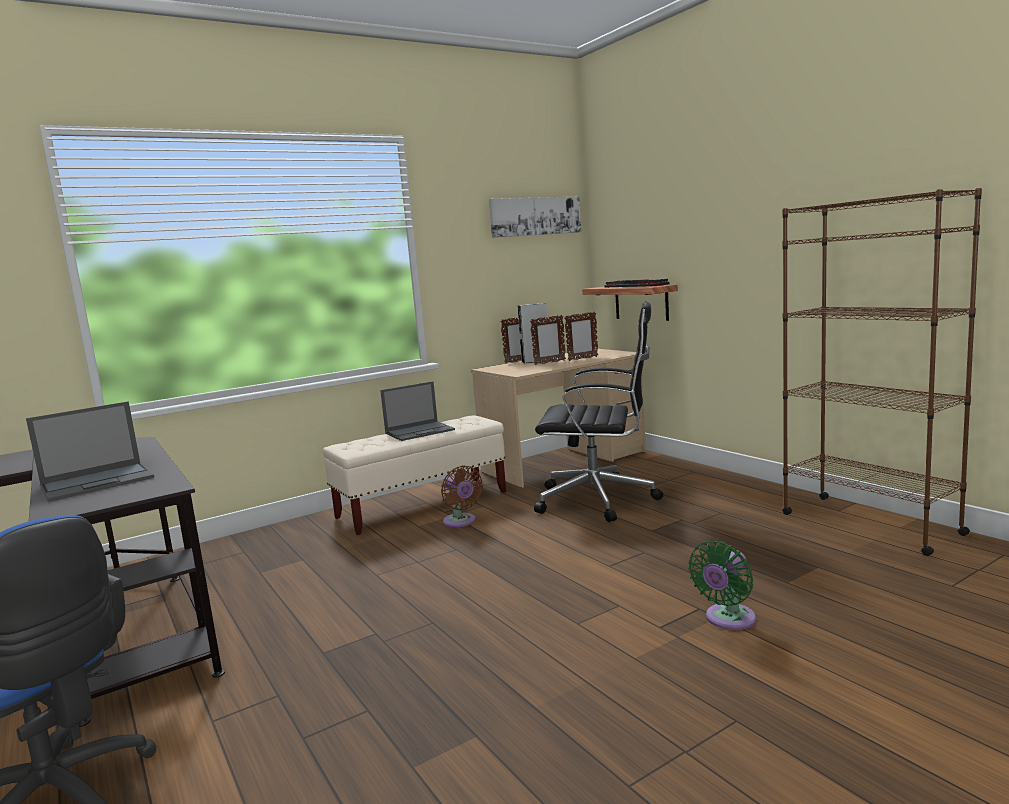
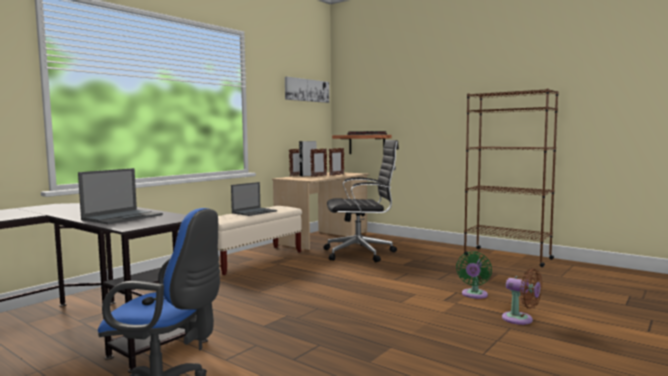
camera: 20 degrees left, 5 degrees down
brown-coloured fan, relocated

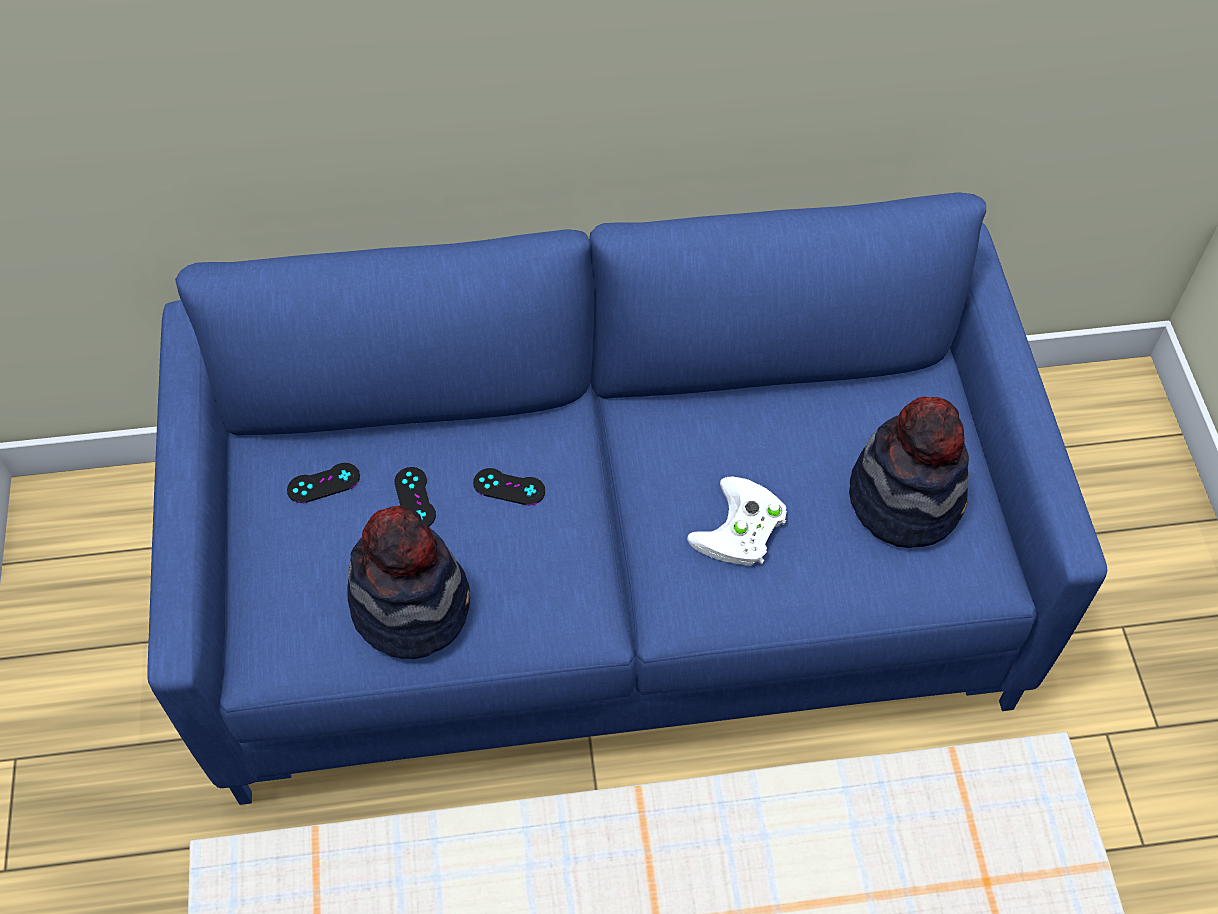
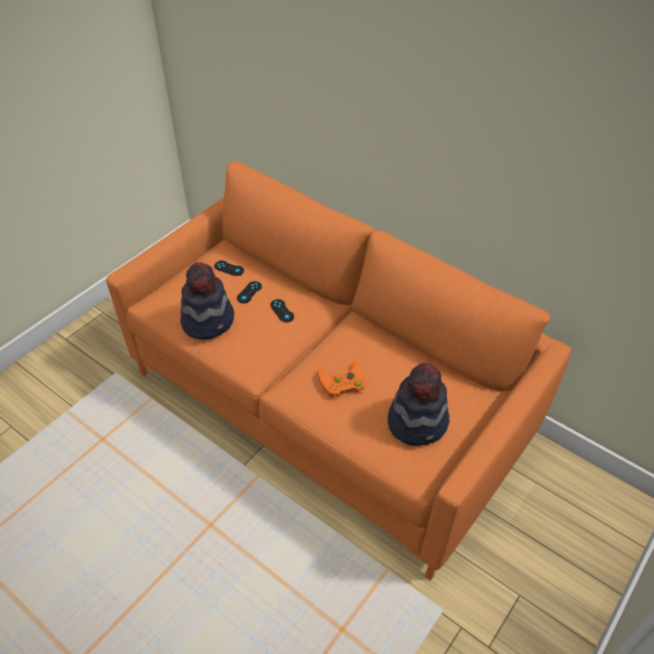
camera: 45 degrees right, 10 degrees down
blue couch => orange-coloured couch
whitish gamepad => orange-coloured gamepad

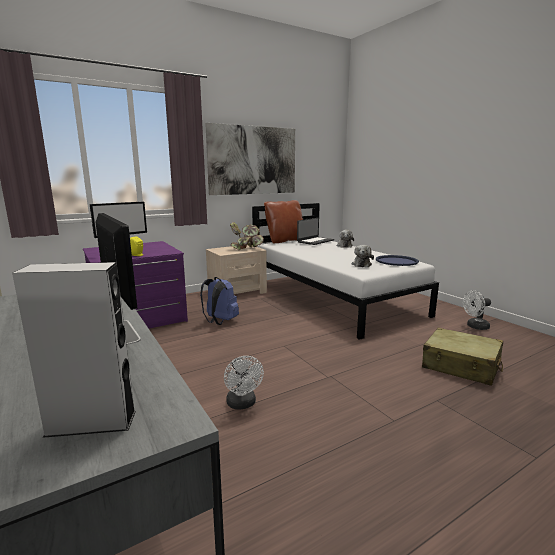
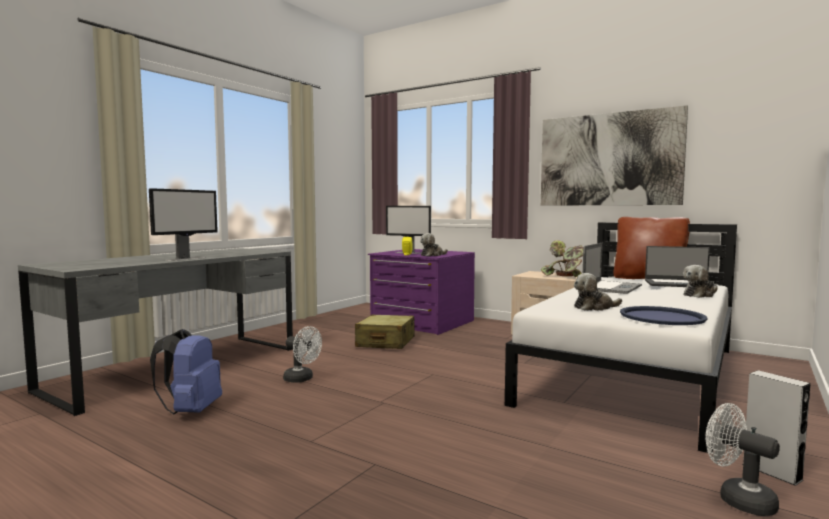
camera: 65 degrees right, 10 degrees down
nothing => plush toy (no. 1 from left)
nothing => portable computer (no. 1 from left)
grey audio speaker, relocated
blue knapsack, relocated
beige-coloured travel case, relocated
whitish fan (no. 1 from left), 105 degrees counterclockwise

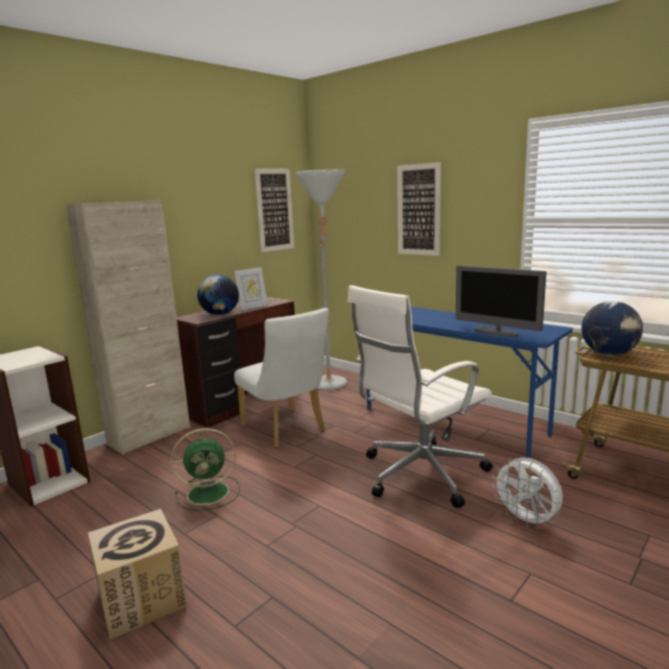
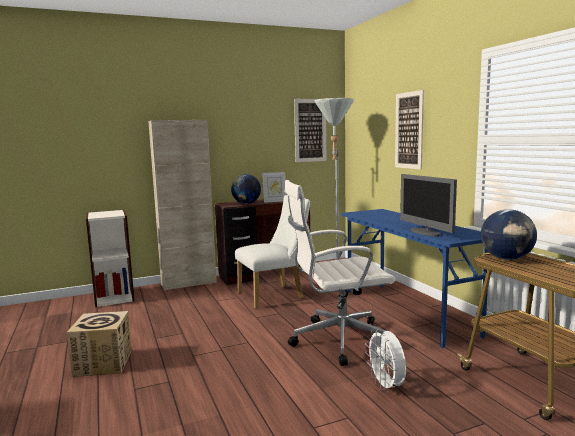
camera: 25 degrees right, 5 degrees down
green-coloured fan => nothing
whitish plain chair, 105 degrees counterclockwise

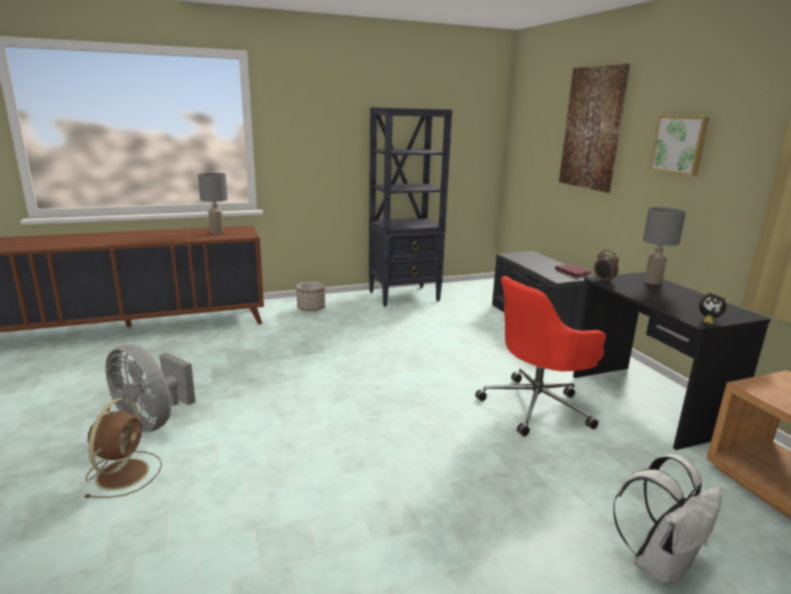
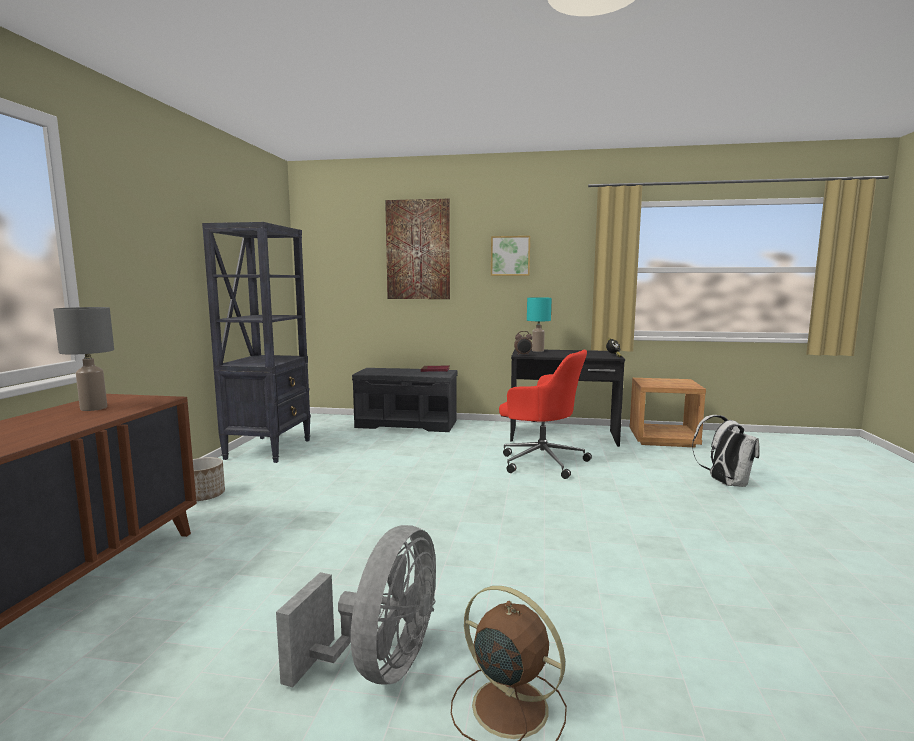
camera: 60 degrees left, 10 degrees down
grey table lamp (no. 2 from left) => turquoise table lamp
grey fan, 45 degrees counterclockwise
reddish desk chair, 60 degrees counterclockwise

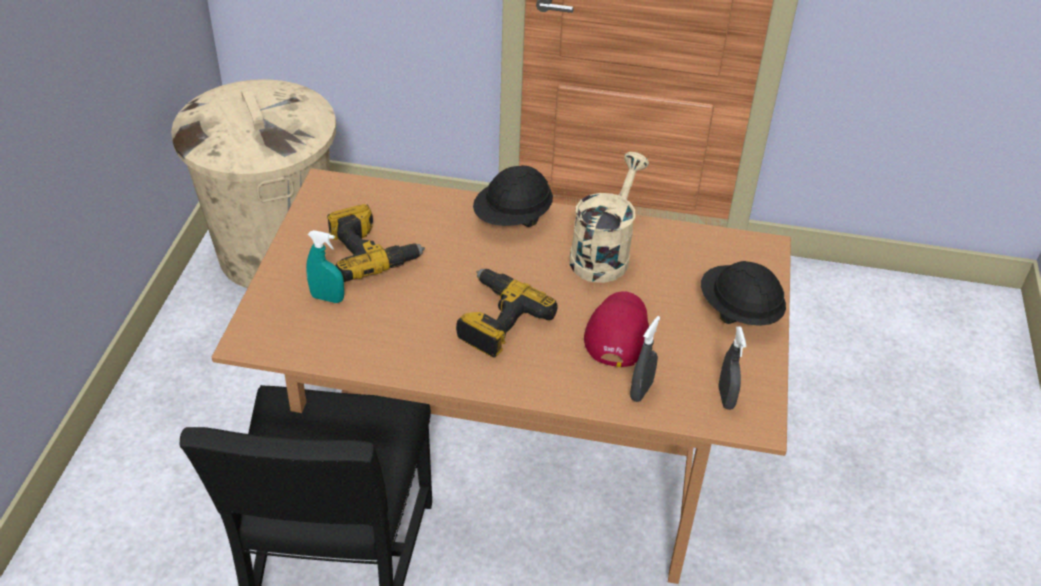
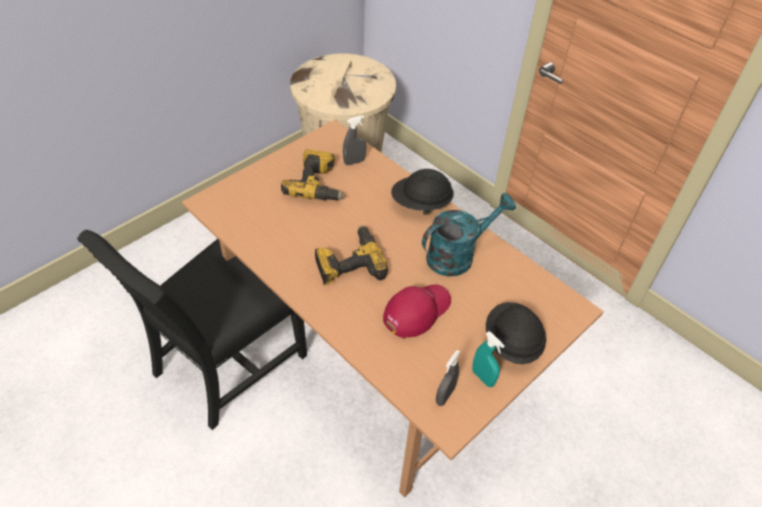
camera: 35 degrees right, 5 degrees up
turquoise hand sprayer, relocated
grey hand sprayer (no. 1 from left), relocated
beige-coloured watering pot => turquoise watering pot

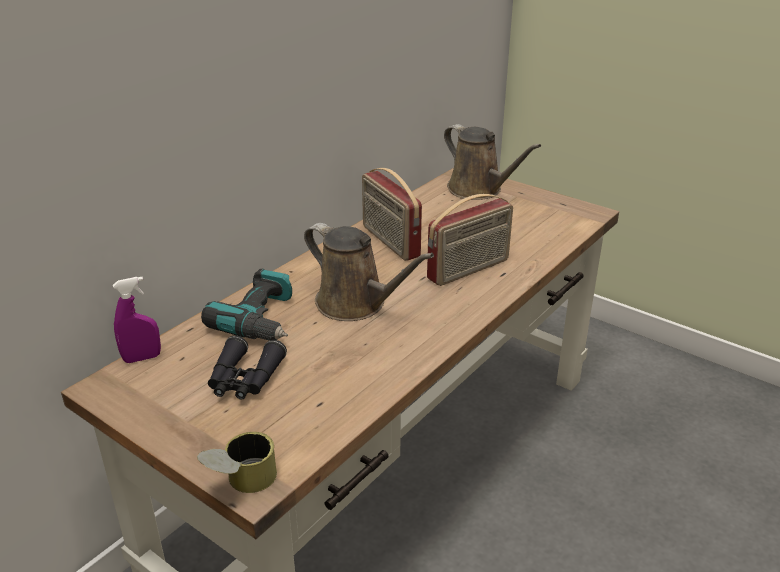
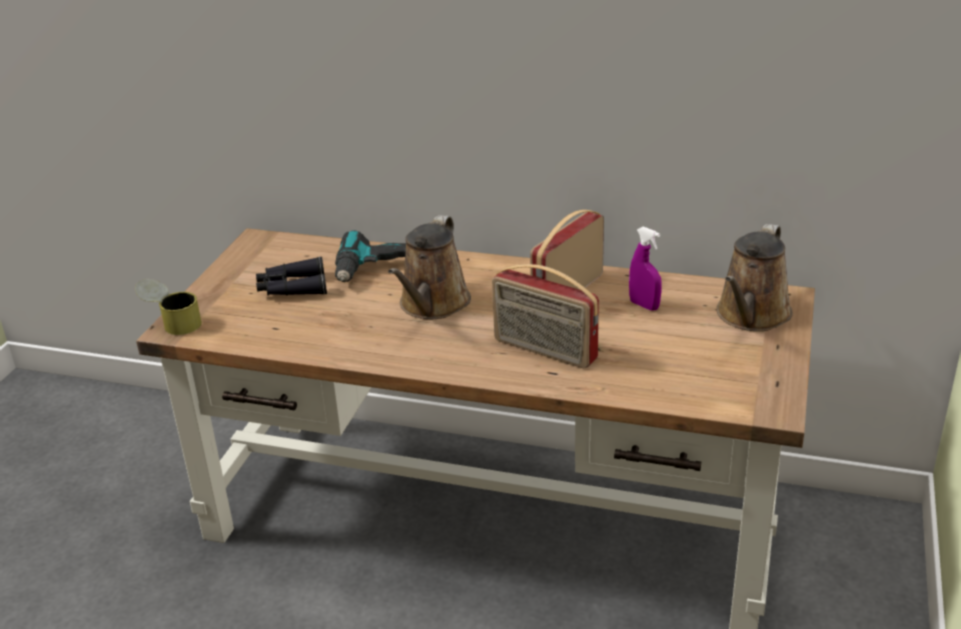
camera: 70 degrees right, 0 degrees up
purple hand sprayer, relocated

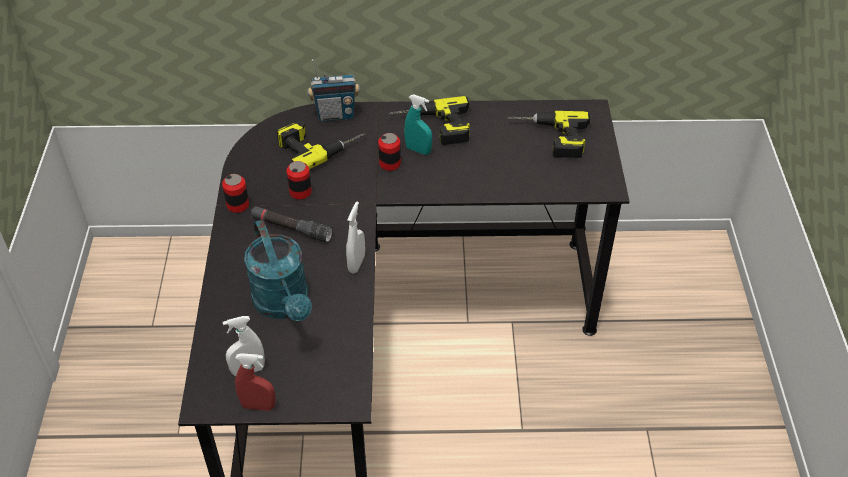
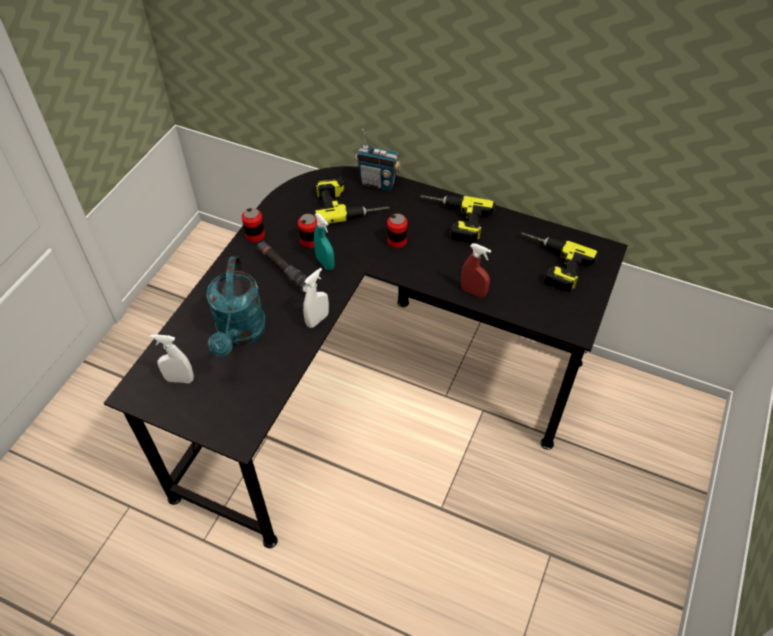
camera: 25 degrees right, 5 degrees up
reddish hand sprayer, relocated
turquoise hand sprayer, relocated

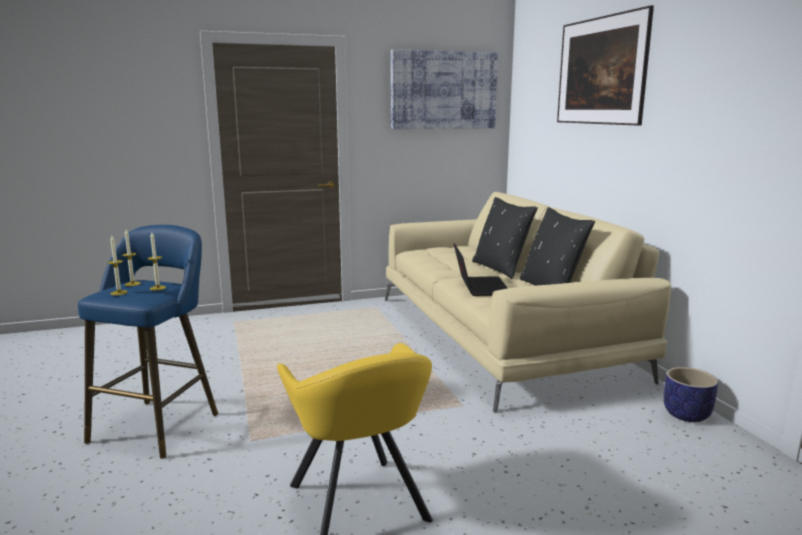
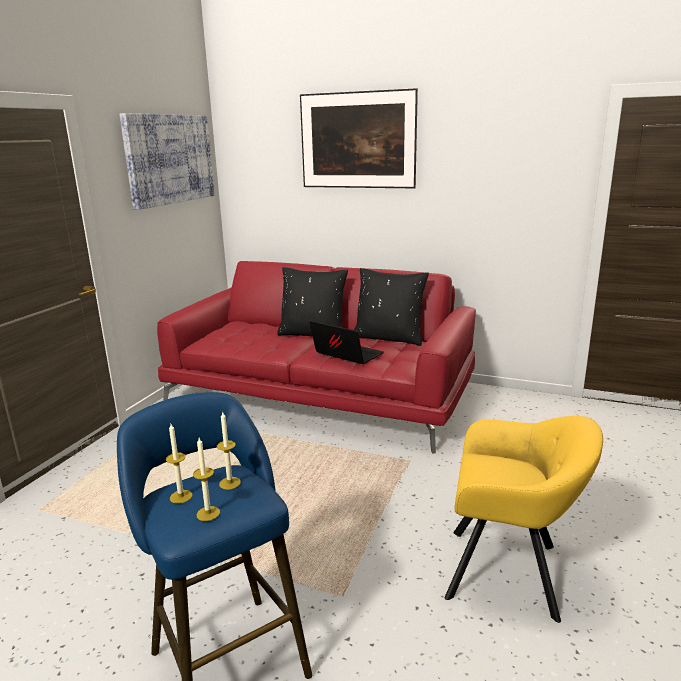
camera: 50 degrees left, 5 degrees up
planter => nothing
beige-coloured couch => reddish couch

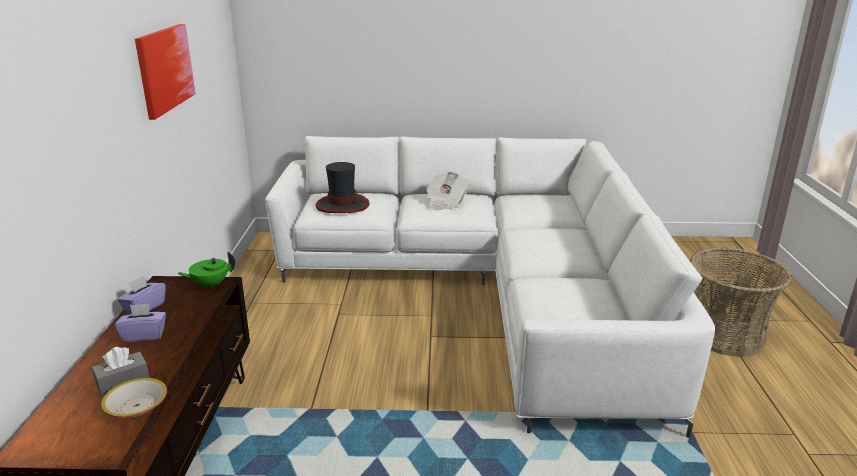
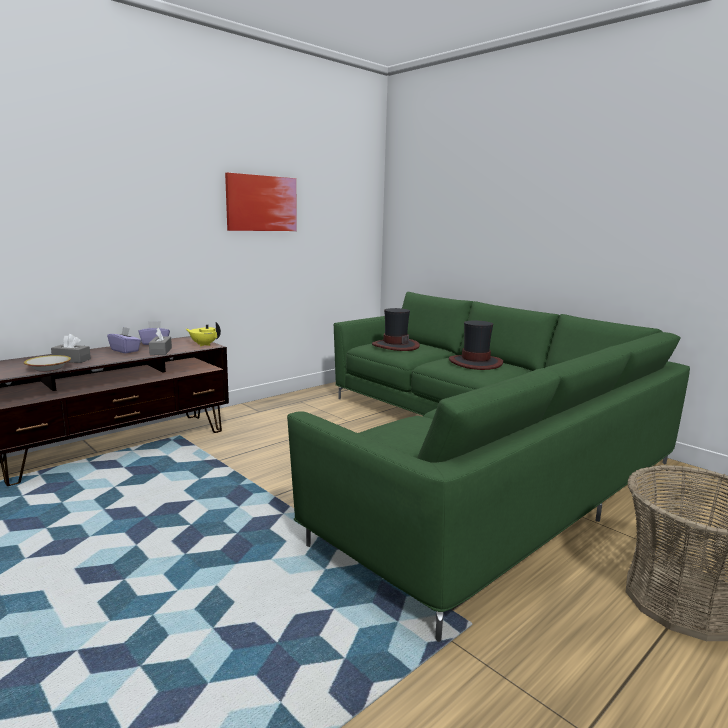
camera: 45 degrees right, 10 degrees down
nothing => grey tissue holder (no. 2 from left)
newspaper => wearable hat (no. 2 from left)
green-coloured tea pot => yellowish tea pot
whitish couch => green-coloured couch

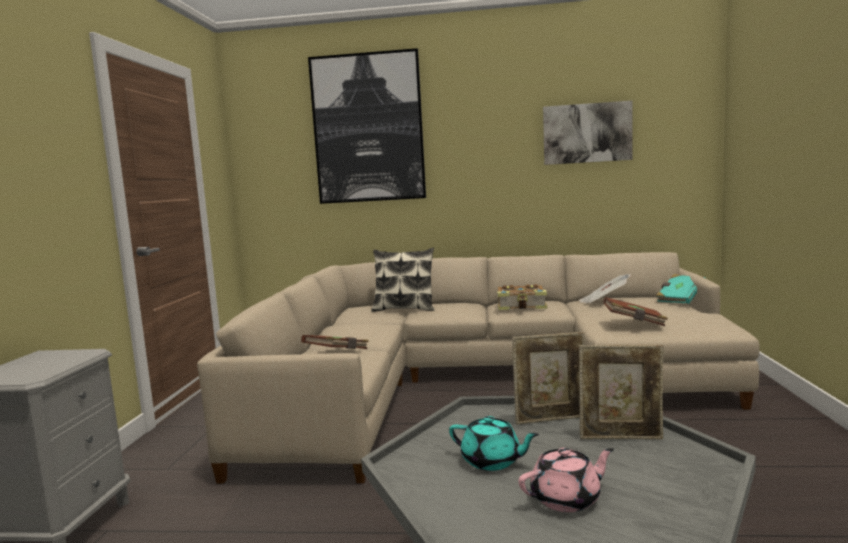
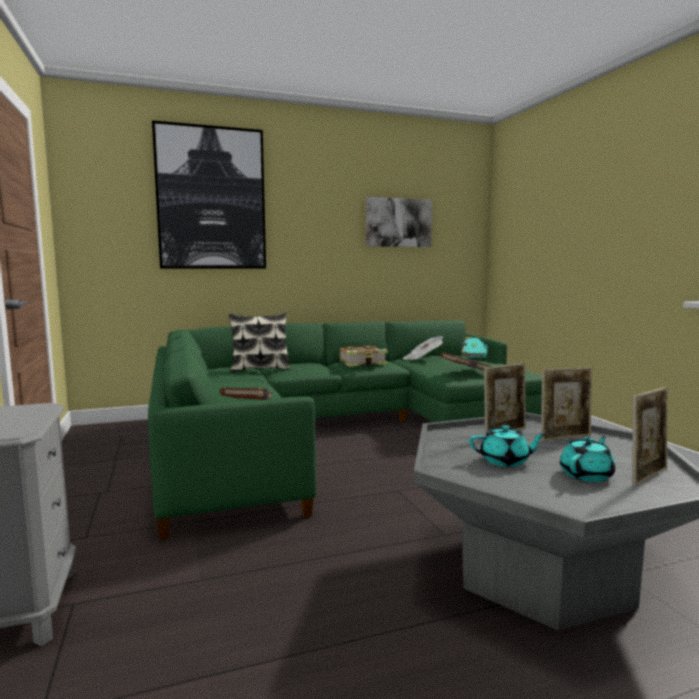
camera: 25 degrees left, 0 degrees up
nothing => picture frame (no. 3 from left)
beige-coloured couch => green-coloured couch
pink tea pot => turquoise tea pot (no. 2 from left)

